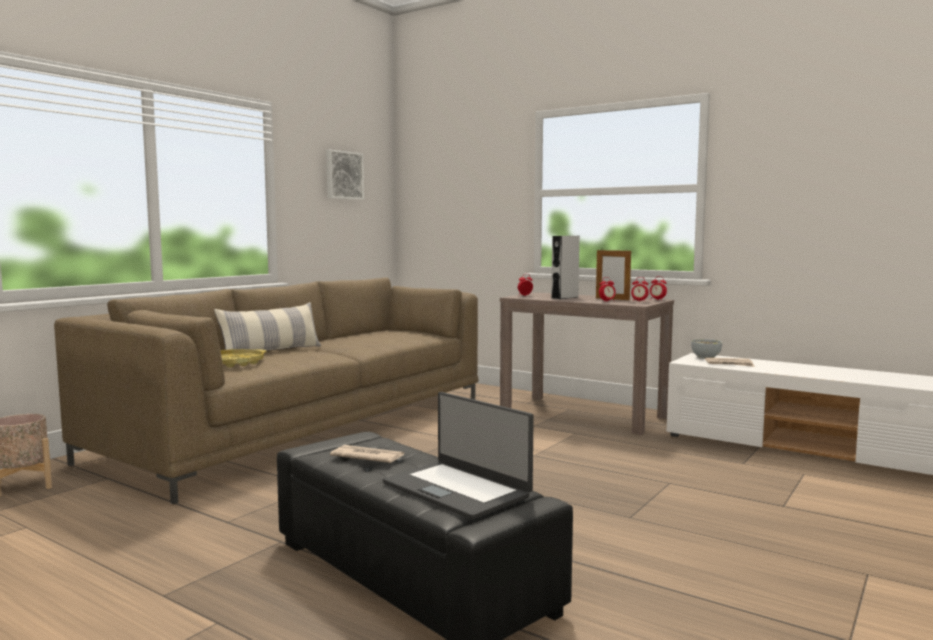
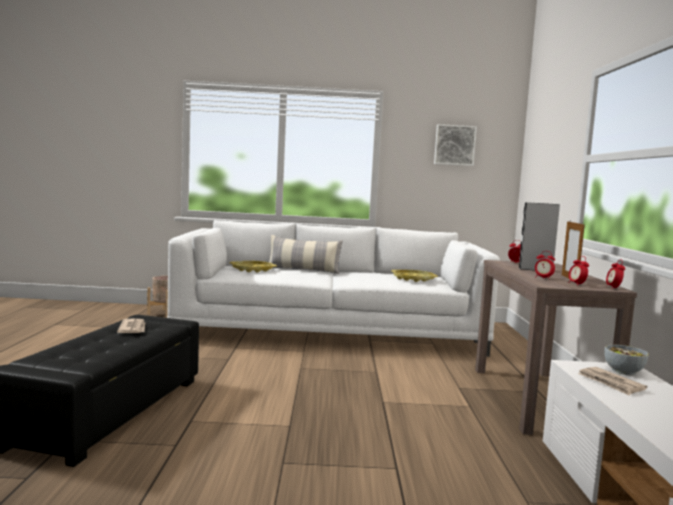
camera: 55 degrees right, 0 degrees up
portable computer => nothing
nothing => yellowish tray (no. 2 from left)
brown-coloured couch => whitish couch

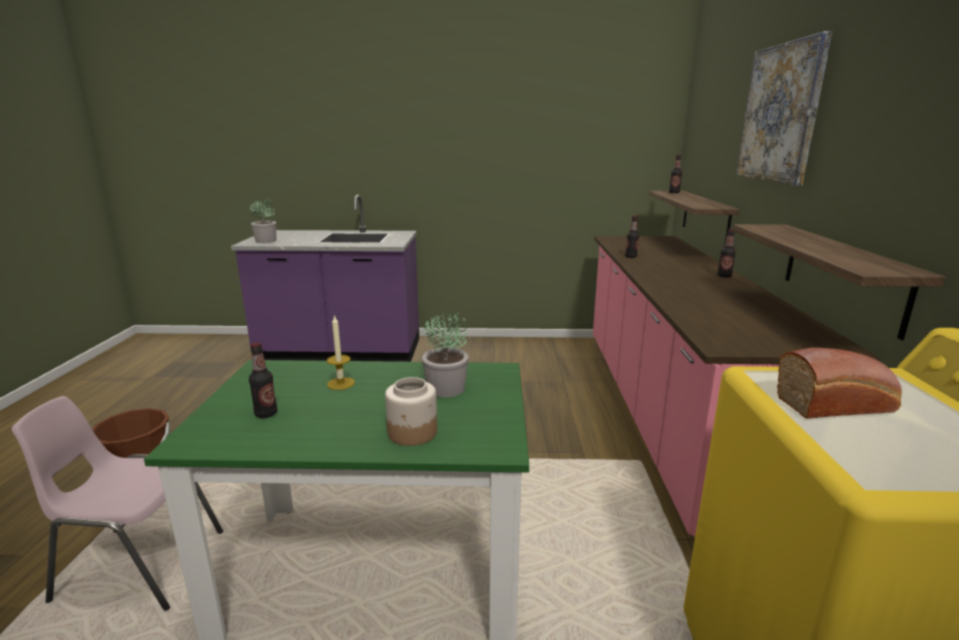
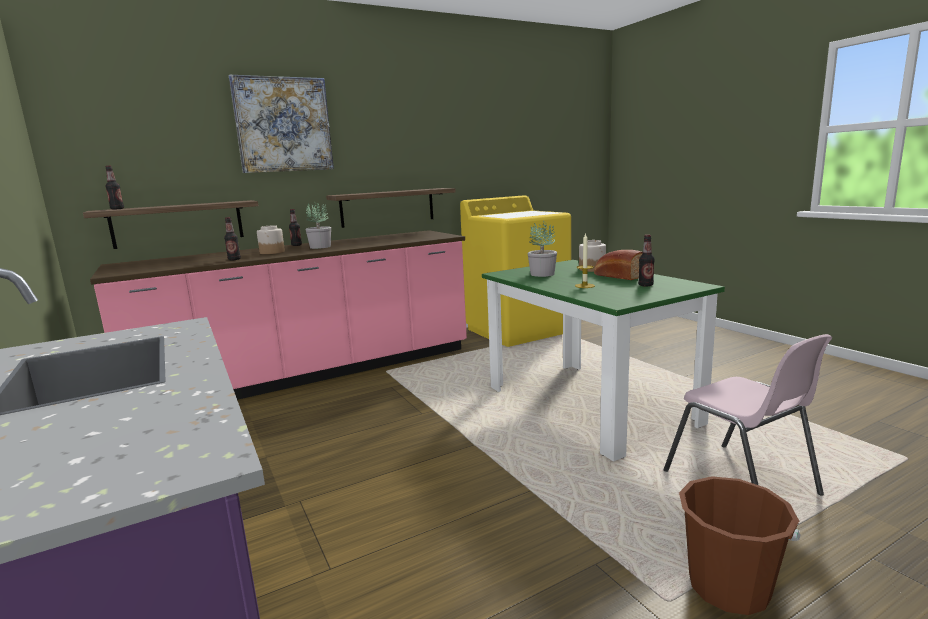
camera: 120 degrees left, 5 degrees down
nothing => storage jar (no. 1 from left)
houseplant (no. 1 from left), relocated
bakery bread, relocated

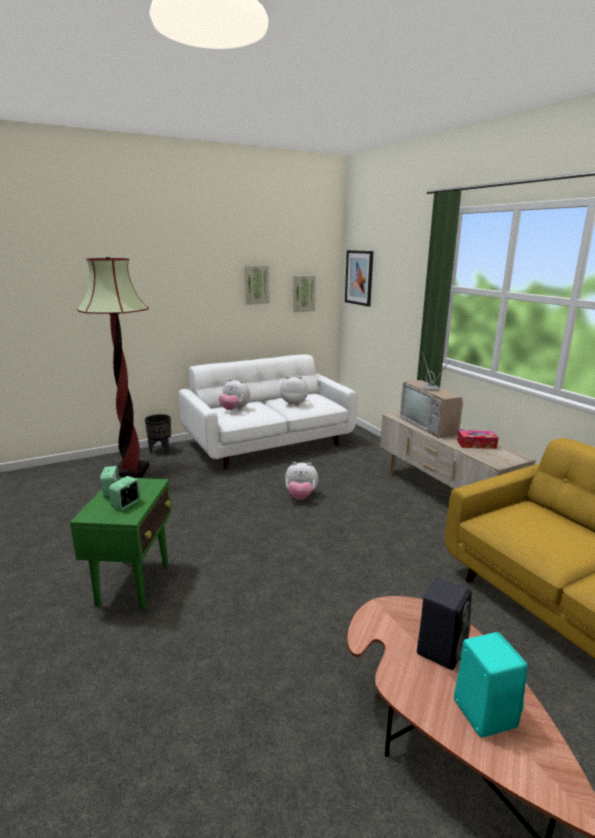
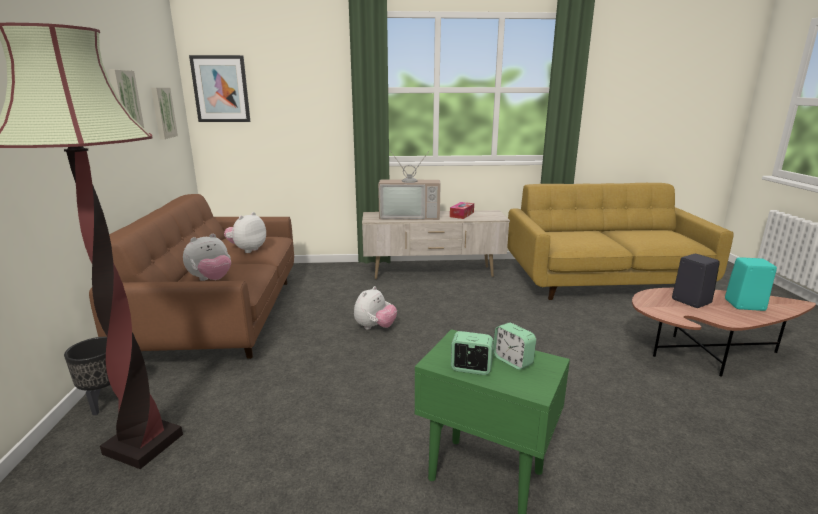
camera: 65 degrees left, 0 degrees up
whitish couch => brown-coloured couch

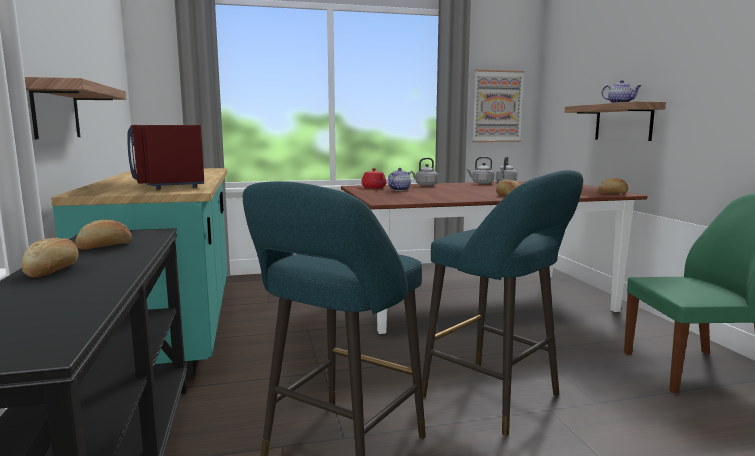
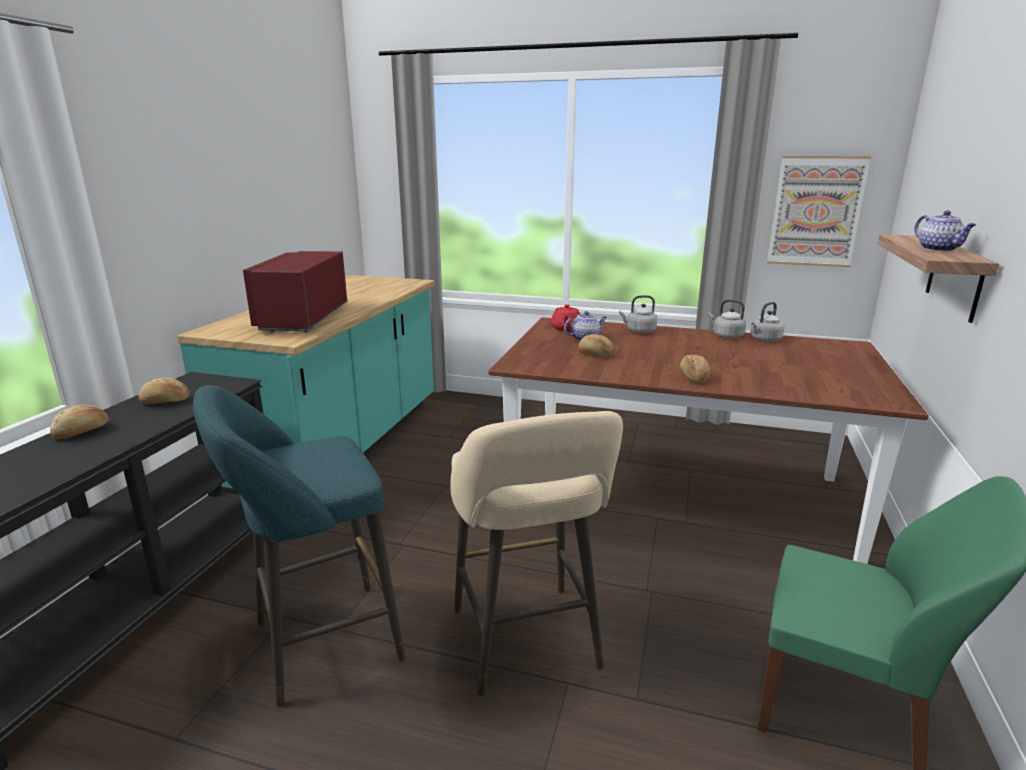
camera: 30 degrees right, 10 degrees up
bracket shelf (no. 1 from left) => nothing
bakery bread (no. 4 from left in the first image) => bakery bread (no. 3 from left), relocated
turquoise sitting stool (no. 2 from left) => beige-coloured sitting stool

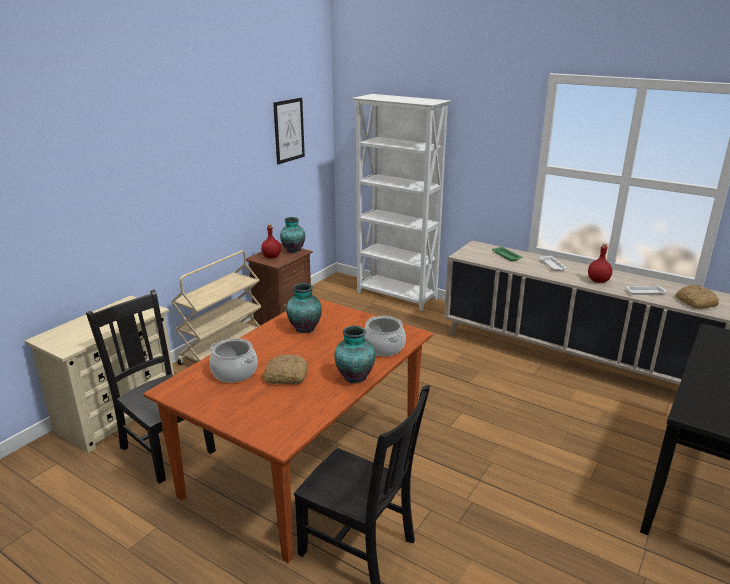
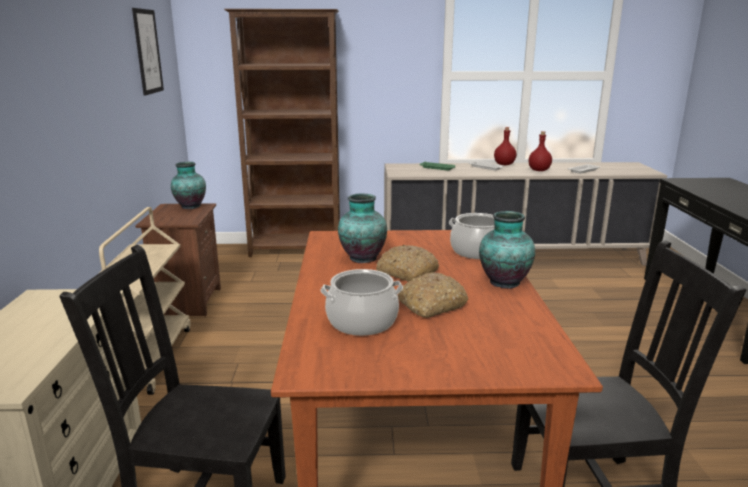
camera: 35 degrees left, 5 degrees down
reddish beverage bottle (no. 1 from left), relocated
bakery bread (no. 2 from left in the first image) => bakery bread (no. 1 from left), relocated
whitish bookshelf => brown-coloured bookshelf

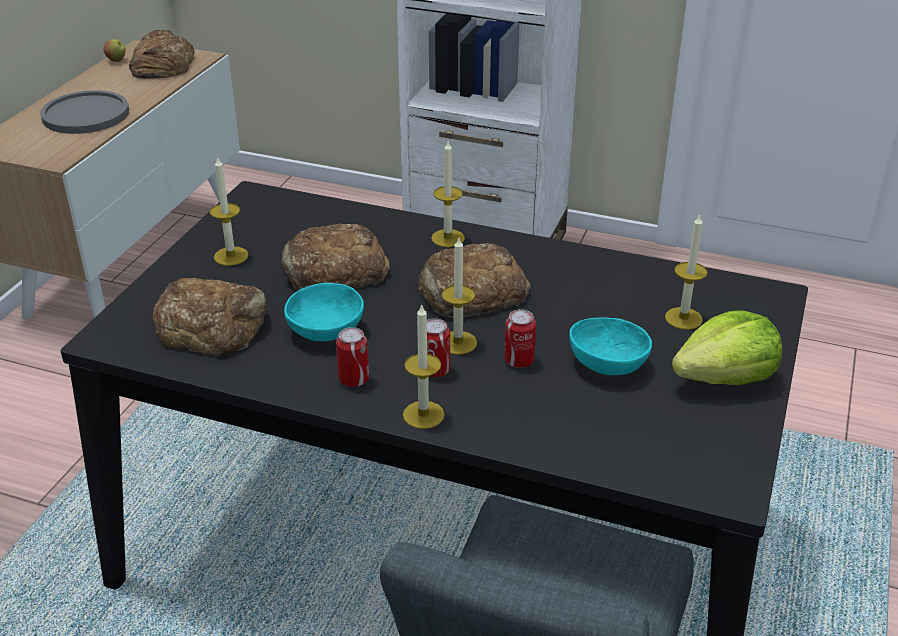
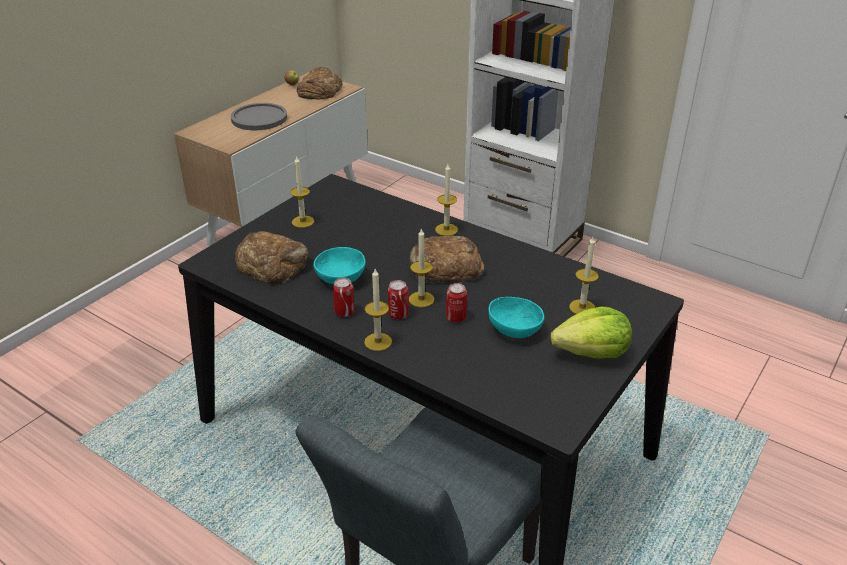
camera: 15 degrees right, 0 degrees up
bakery bread (no. 3 from left) => nothing

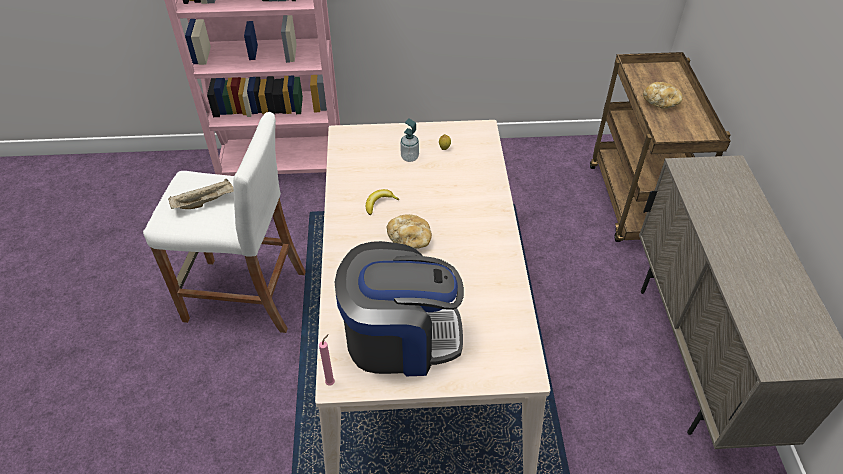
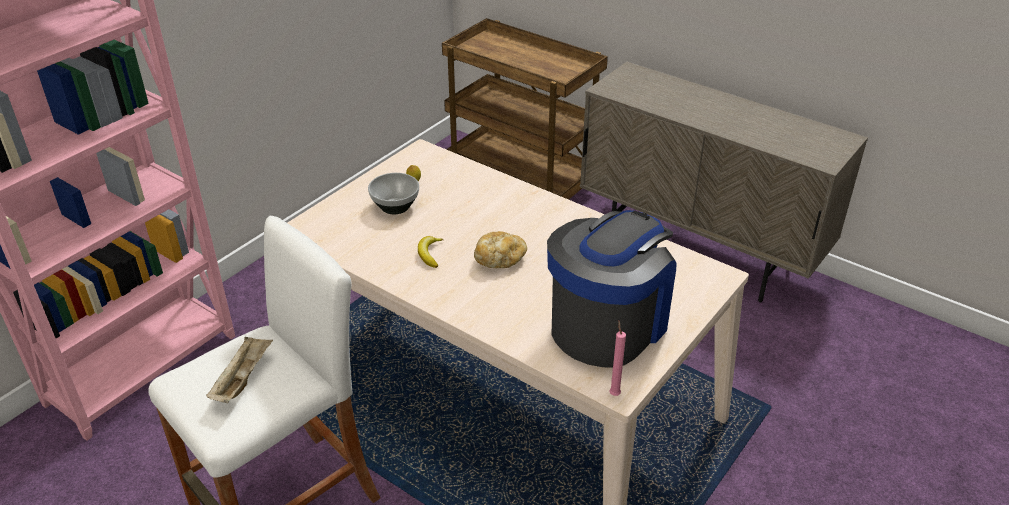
camera: 50 degrees left, 10 degrees down
bakery bread (no. 2 from left) => nothing
liquid soap bottle => deep dish

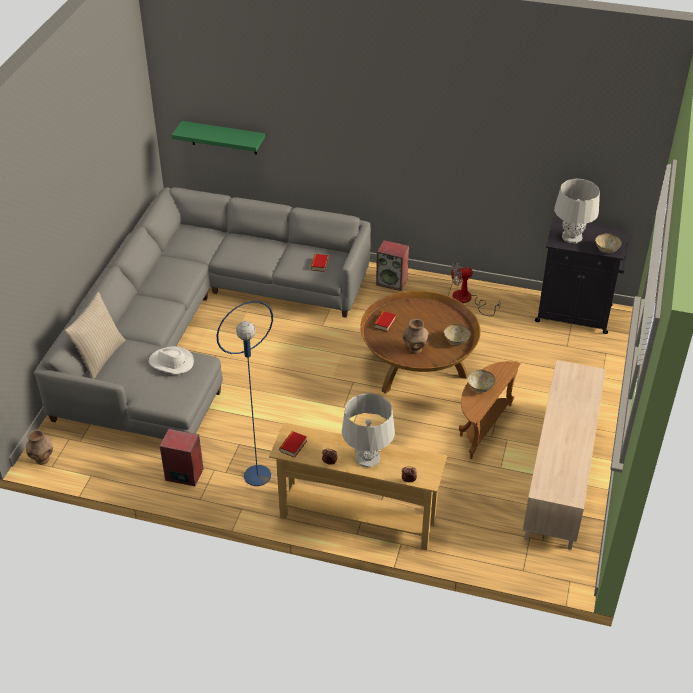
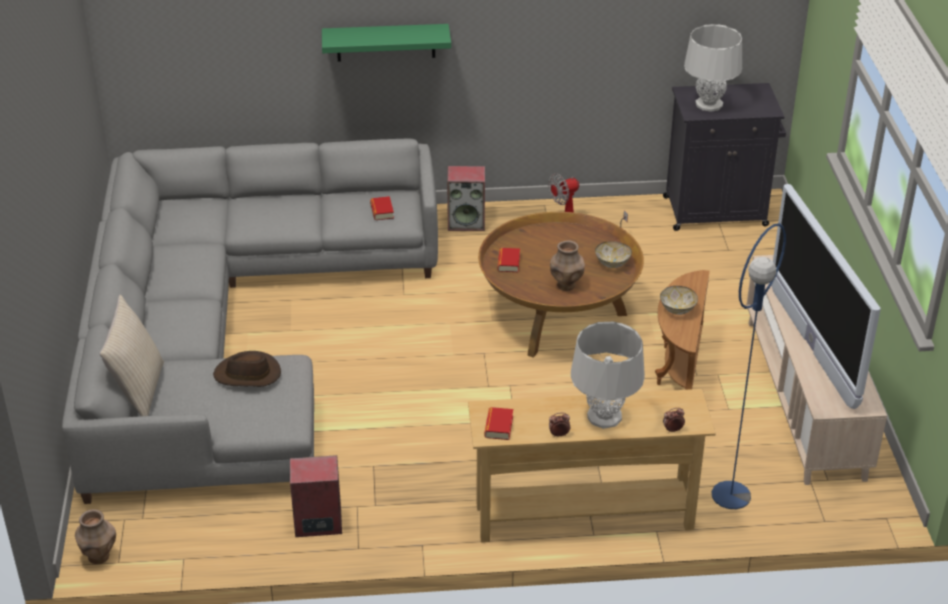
camera: 20 degrees left, 5 degrees down
deep dish (no. 3 from left) => nothing
nothing => television
green-coloured bracket shelf, relocated
blue standing lamp, relocated
whitish wearable hat => brown-coloured wearable hat

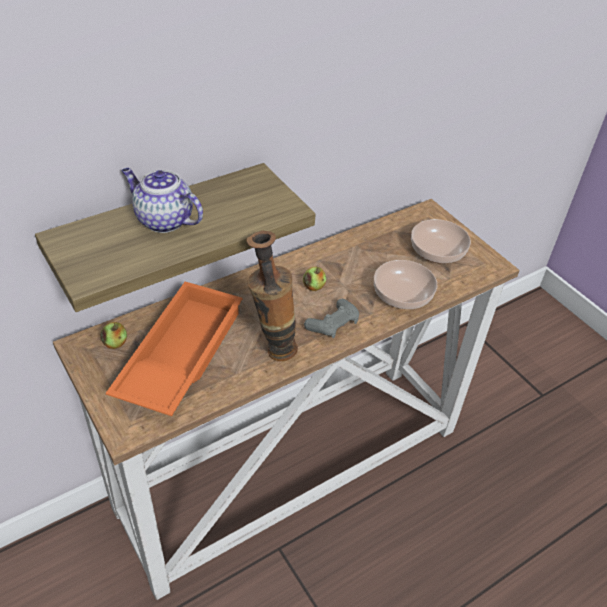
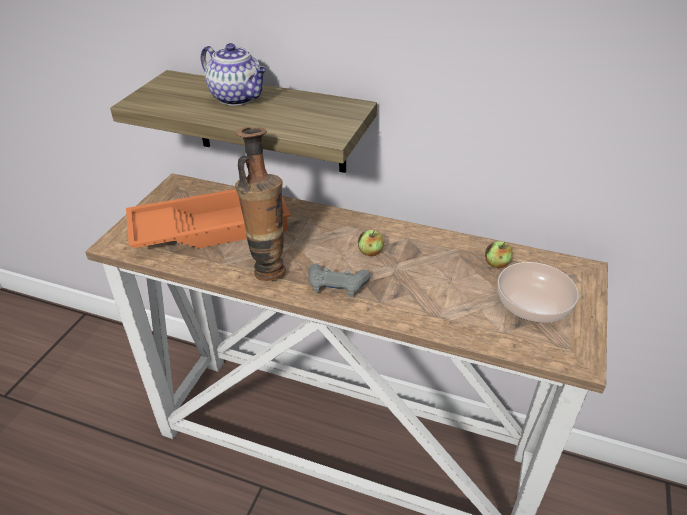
camera: 55 degrees right, 5 degrees down
deep dish (no. 1 from left) => nothing
apple fruit (no. 1 from left in the first image) => apple fruit (no. 2 from left), relocated
tea pot, 135 degrees clockwise

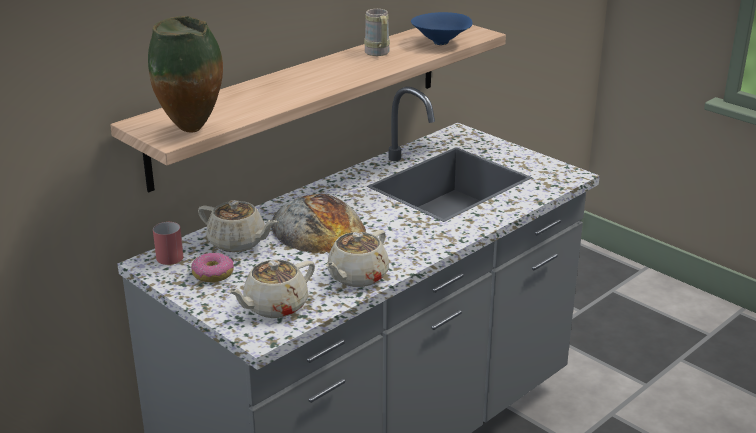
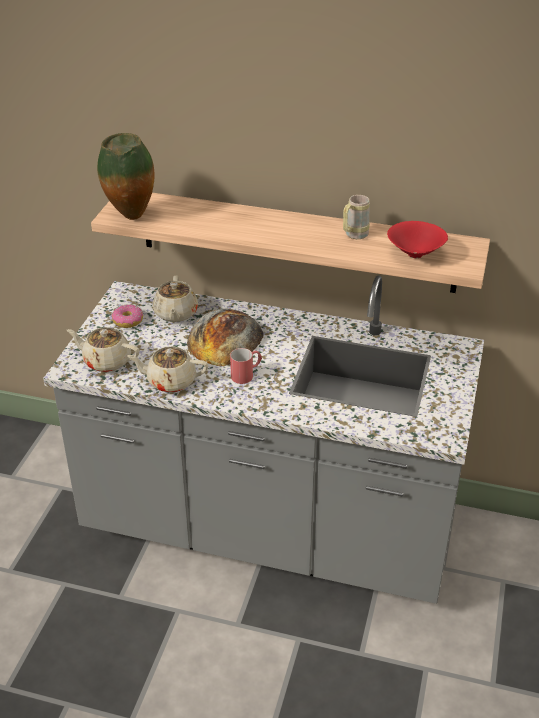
camera: 60 degrees right, 10 degrees up
reddish tea mug, relocated
blue deep dish => reddish deep dish

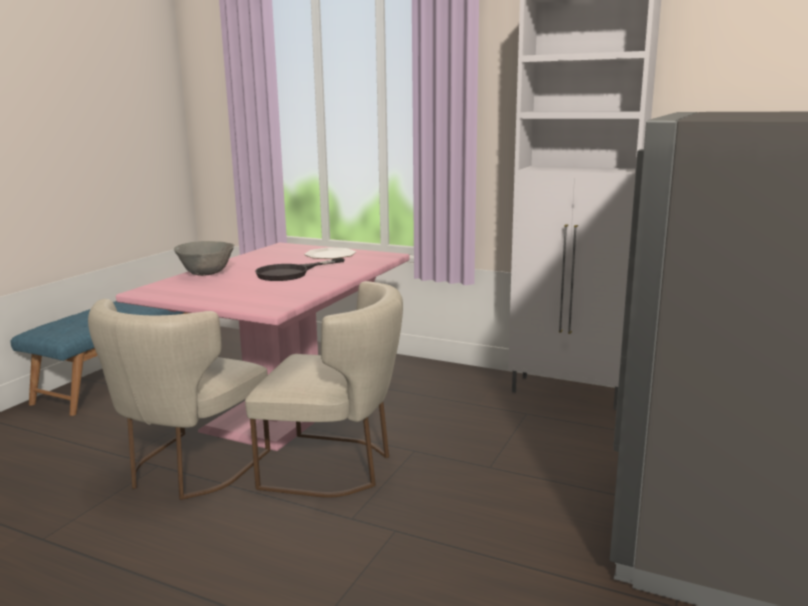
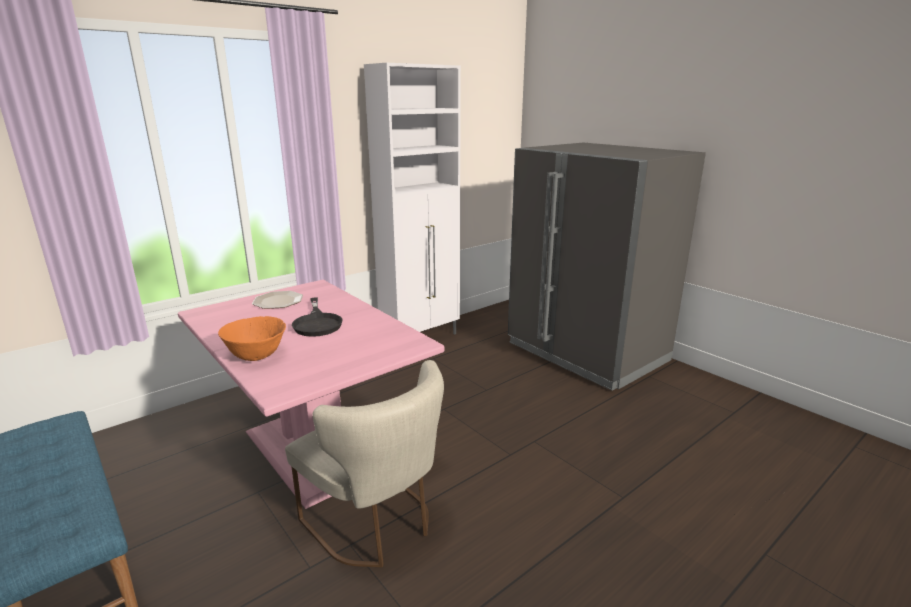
camera: 65 degrees left, 5 degrees up
beige-coloured plain chair (no. 2 from left) => nothing
grey deep dish => orange-coloured deep dish

